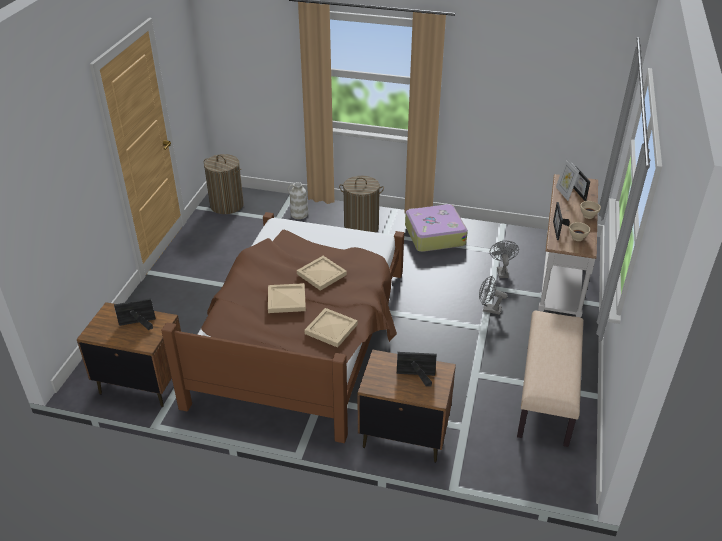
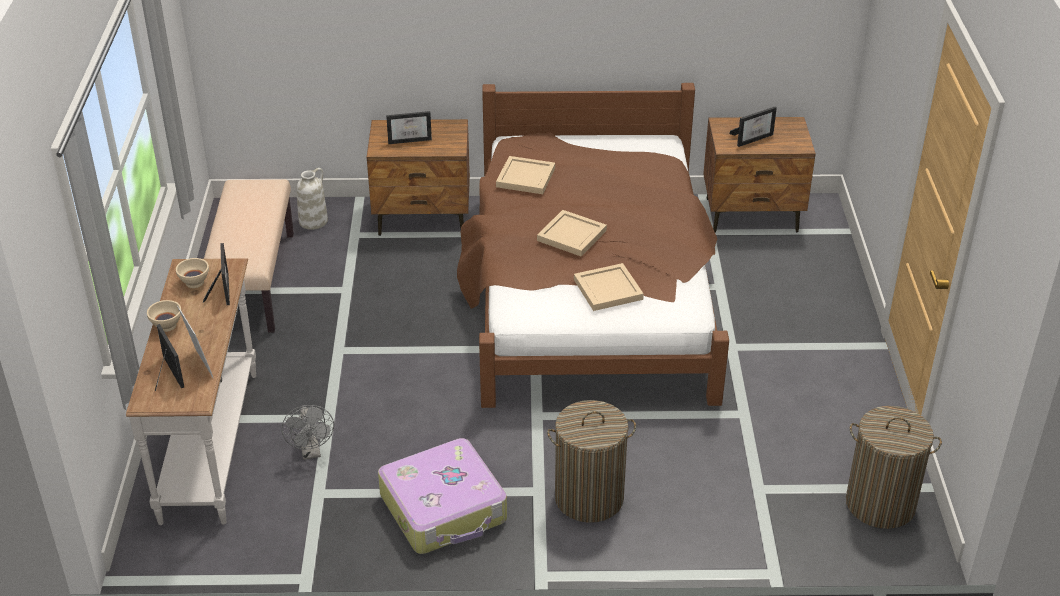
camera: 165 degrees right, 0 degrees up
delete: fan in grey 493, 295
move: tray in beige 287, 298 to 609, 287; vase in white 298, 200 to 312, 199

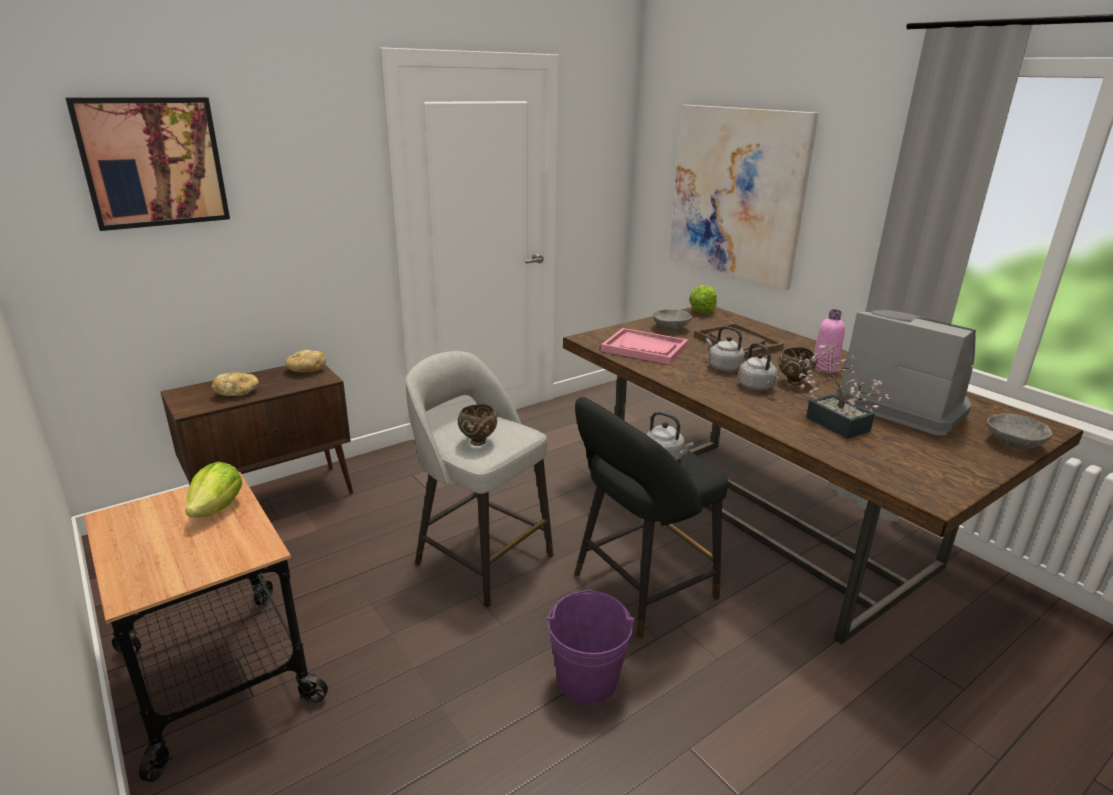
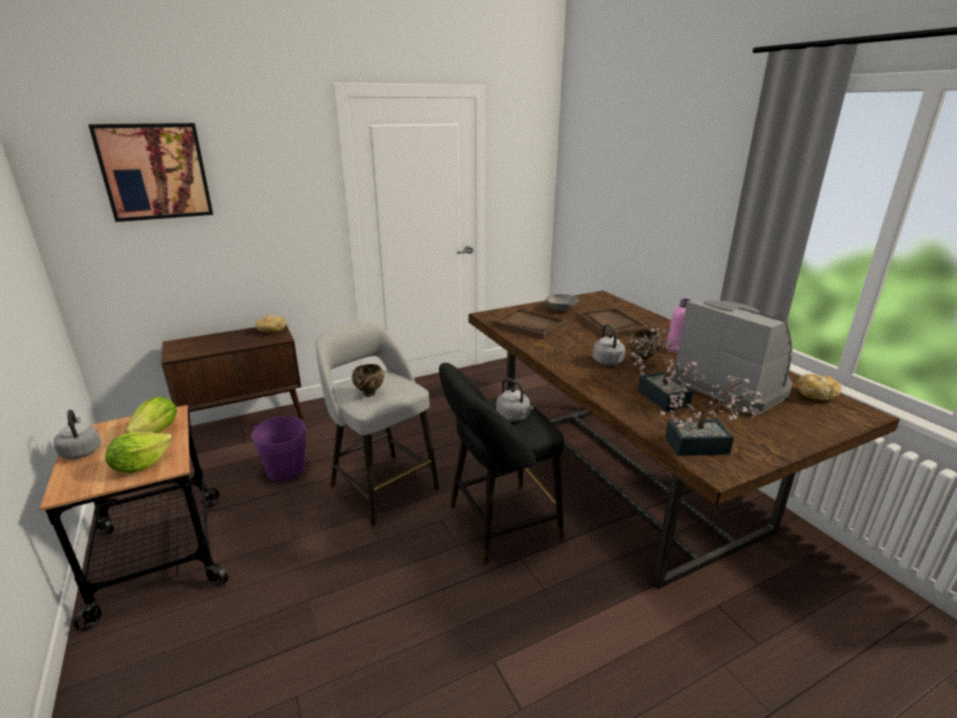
camera: 10 degrees right, 0 degrees up
delete: picture 744, 197; bowl in grey 1019, 432
insert: potted plant 711, 415
move: bread 235, 384 to 819, 387; bucket in purple 590, 647 to 278, 448; lettuce 703, 299 to 139, 452; kettle in grey 725, 349 to 77, 434
recolor: tray in pink 644, 346 to tray in brown 530, 324

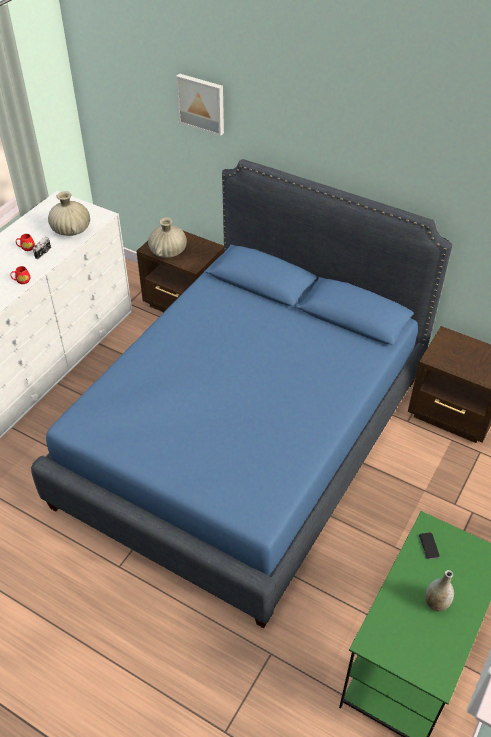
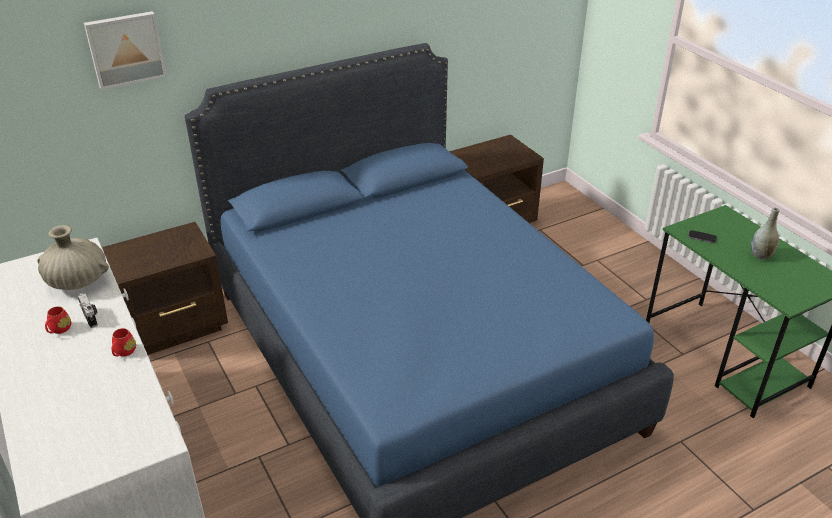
camera: 60 degrees left, 10 degrees down
delete: vase in beige 167, 238

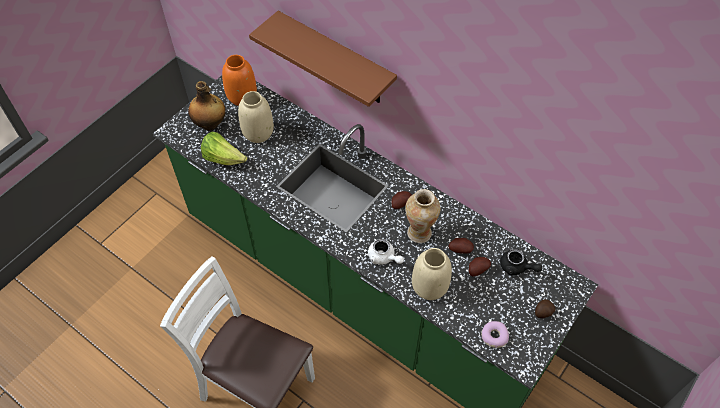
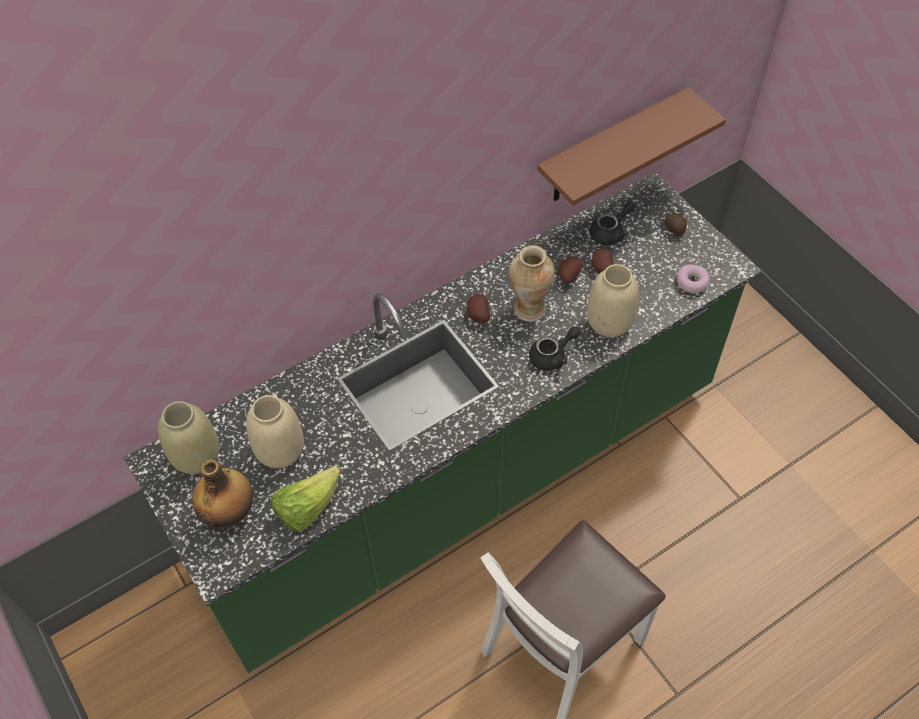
camera: 70 degrees left, 0 degrees up
move: shelf in brown 323, 59 to 631, 146
recolor: vase in orange 239, 80 to vase in beige 189, 437; teapot in white 386, 251 to teapot in black 554, 348

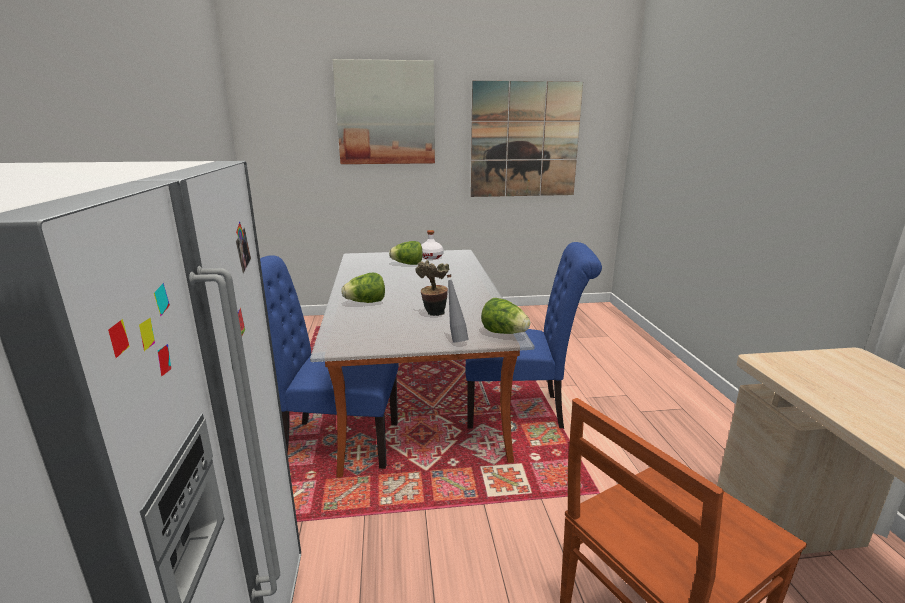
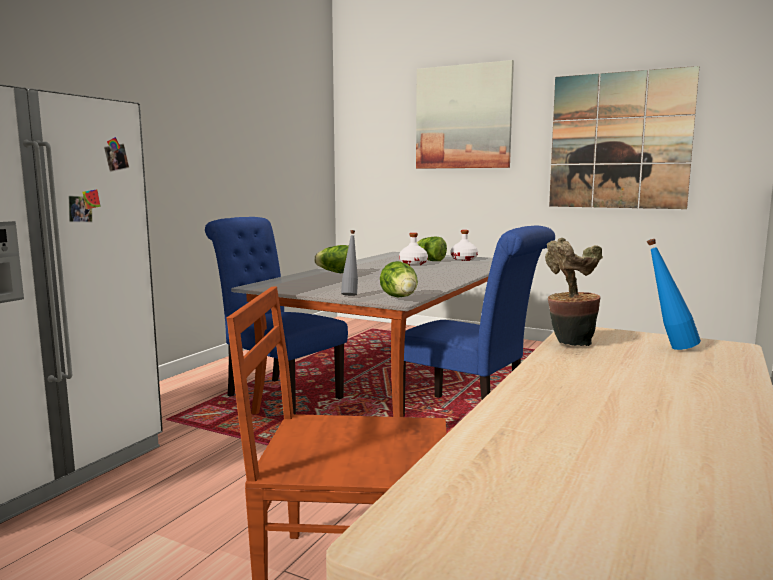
camera: 35 degrees right, 10 degrees down
insert: bottle in white 413, 249; bottle in blue 674, 294
move: potted plant 432, 288 to 574, 292

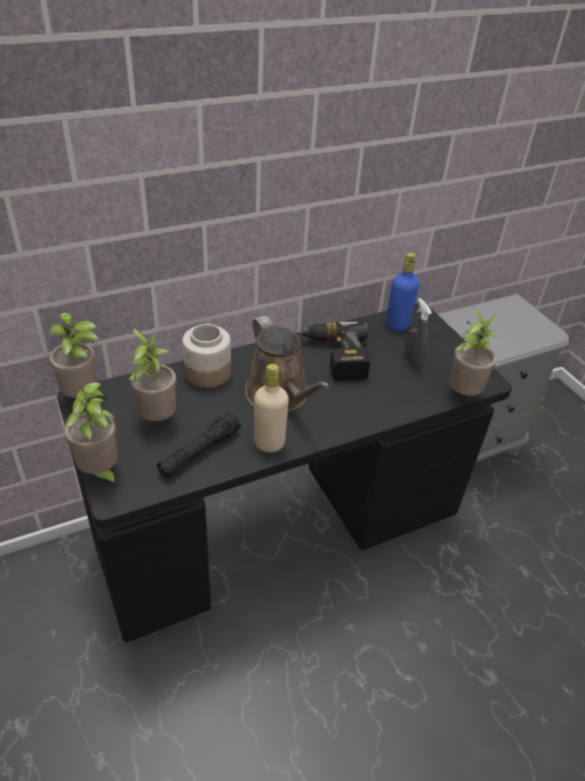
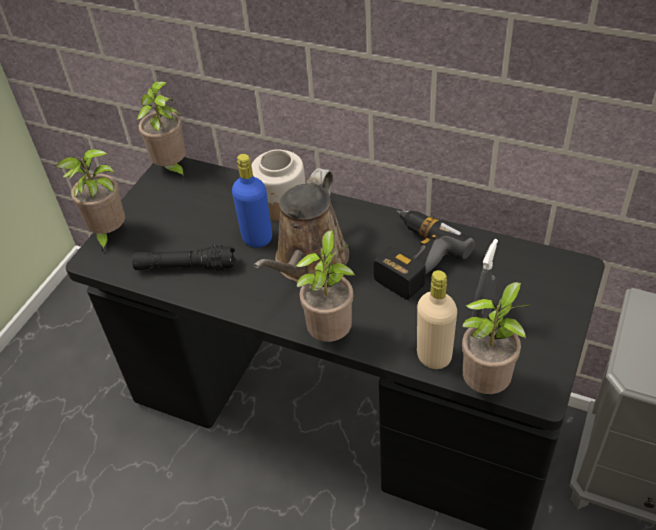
camera: 55 degrees right, 5 degrees up
move: potted plant 152, 374 to 325, 286; bottle in beige 271, 408 to 437, 319; bottle in blue 402, 292 to 252, 200

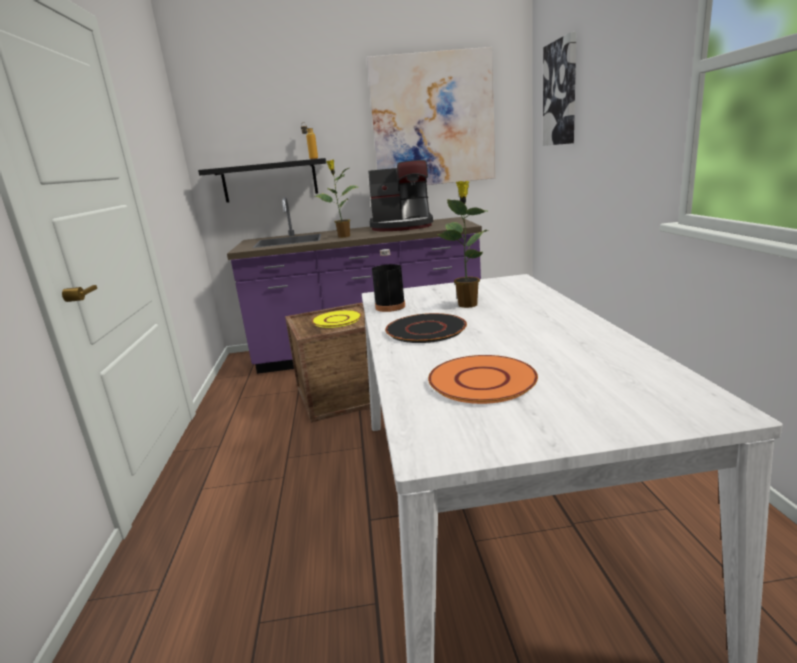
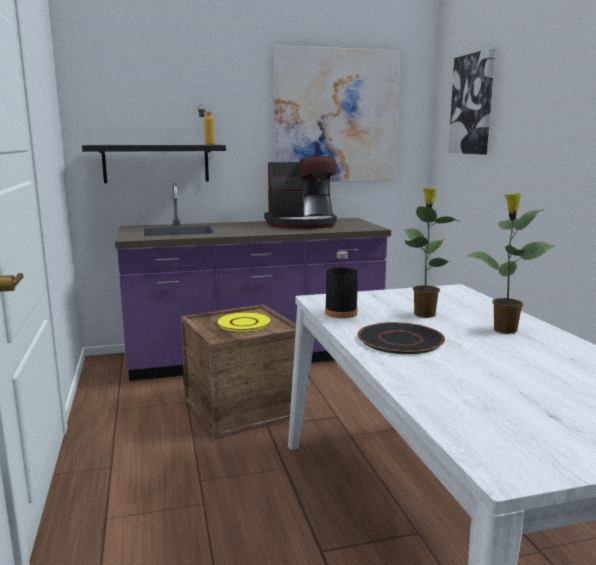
camera: 10 degrees left, 5 degrees down
delete: plate in orange 483, 379
move: potted plant 336, 199 to 510, 263

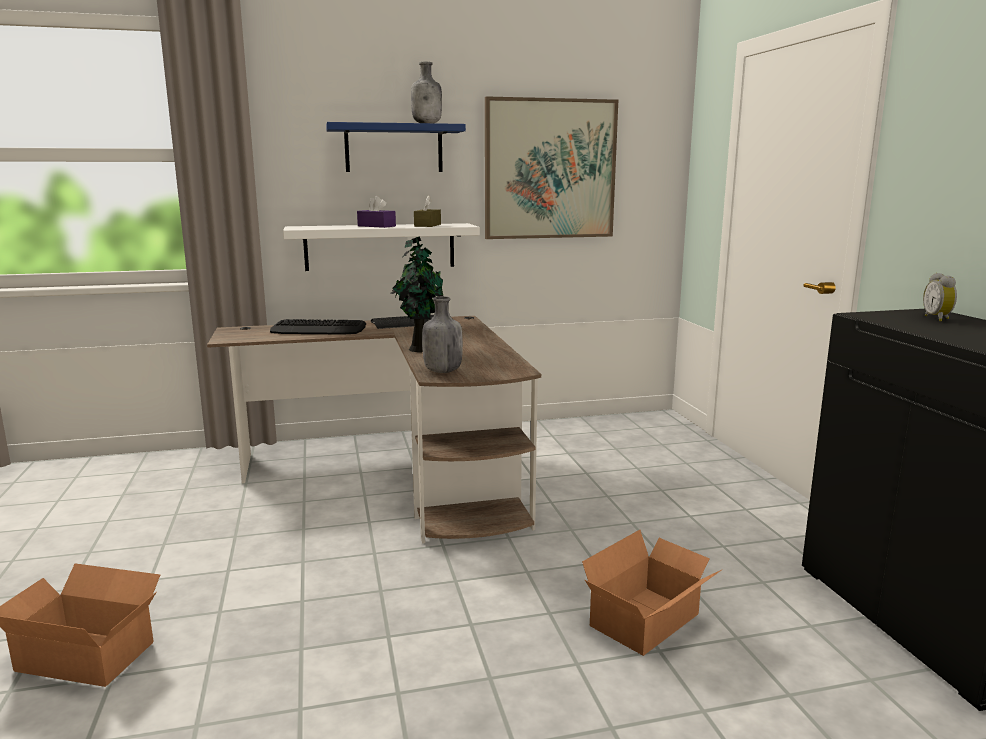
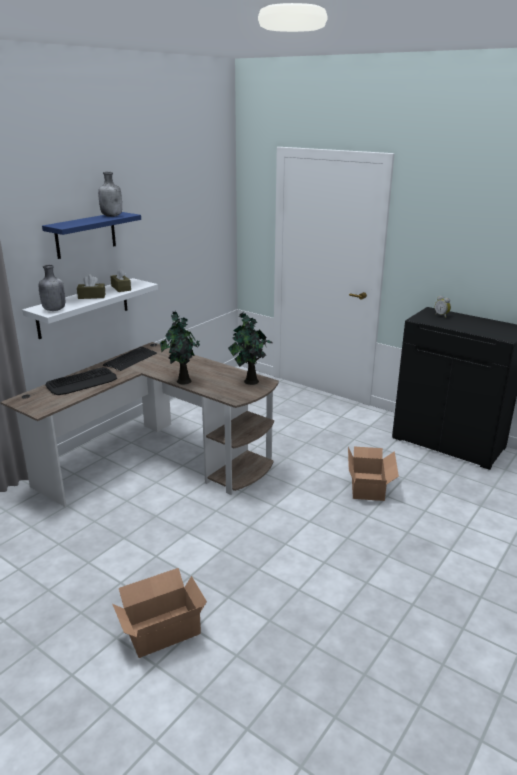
camera: 40 degrees left, 10 degrees up
delete: picture 551, 167
insert: potted plant 250, 348
move: bottle in grey 442, 334 to 52, 288
recolor: tissue box in purple 376, 212 to tissue box in brown 91, 287

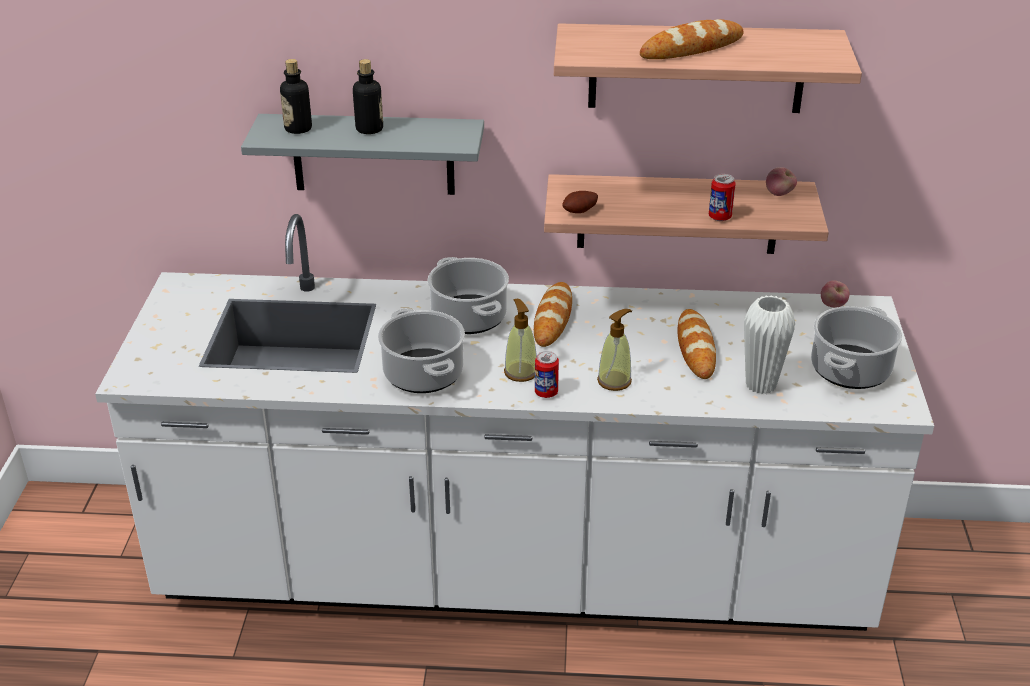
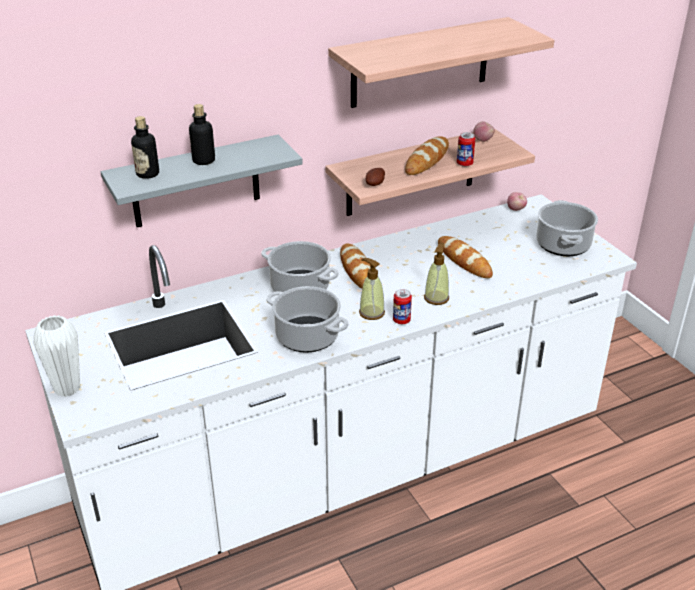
camera: 30 degrees left, 0 degrees up
move: bread 692, 39 to 427, 155; vase in white 769, 344 to 57, 356

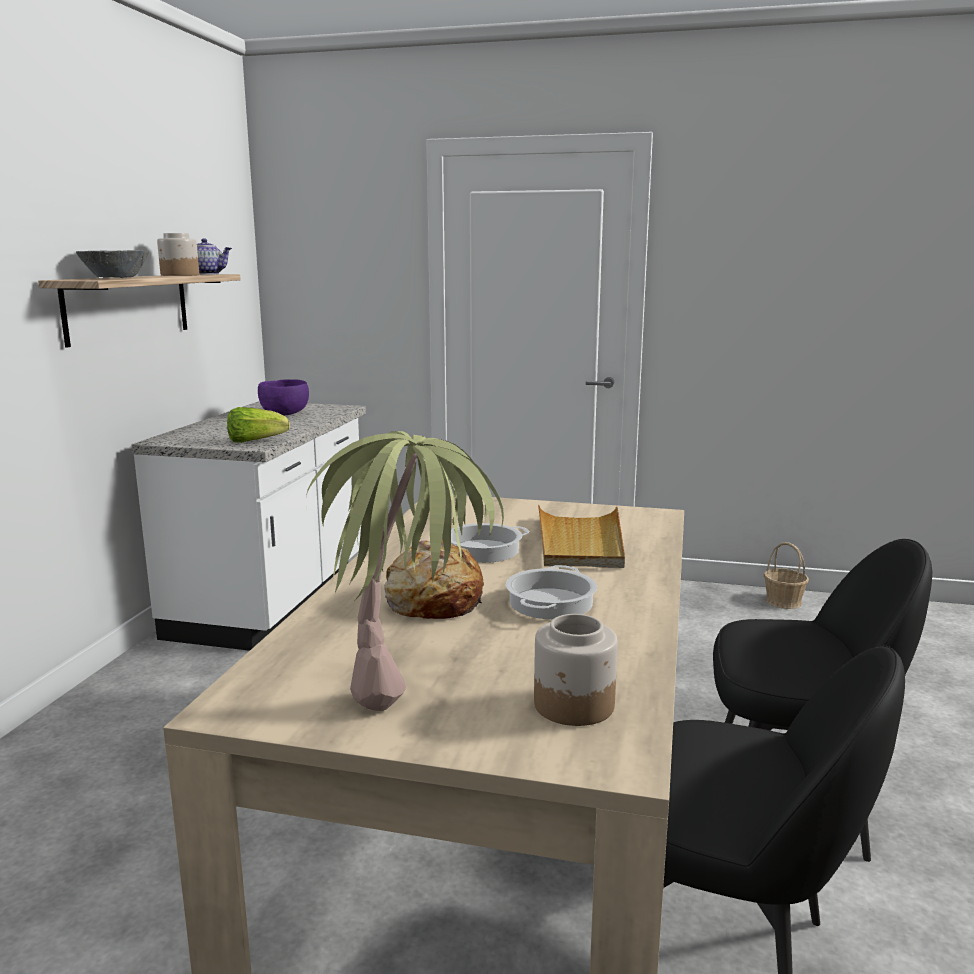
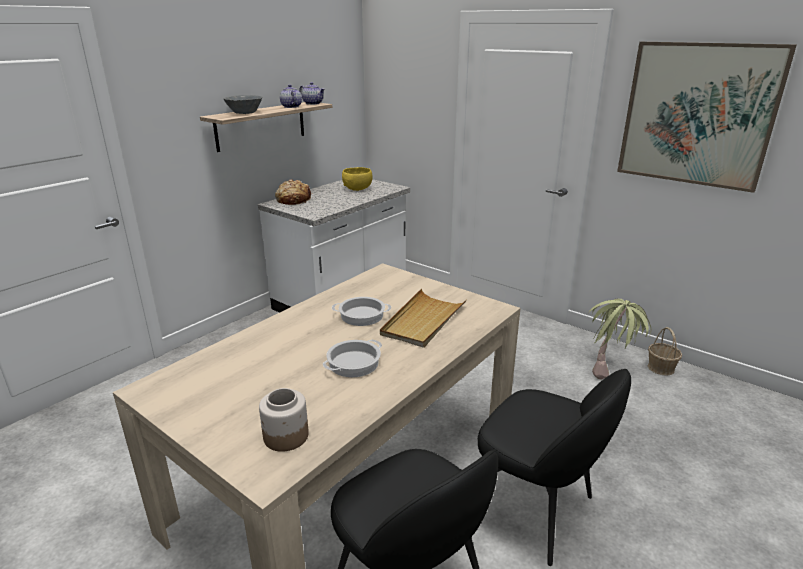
camera: 25 degrees right, 10 degrees up
delete: lettuce 258, 425
insert: picture 707, 117
move: potted plant 405, 571 to 619, 339; bread 434, 579 to 294, 192
replace: jar 178, 254 to teapot 291, 96
recolor: bowl in purple 283, 397 to bowl in yellow 357, 179

